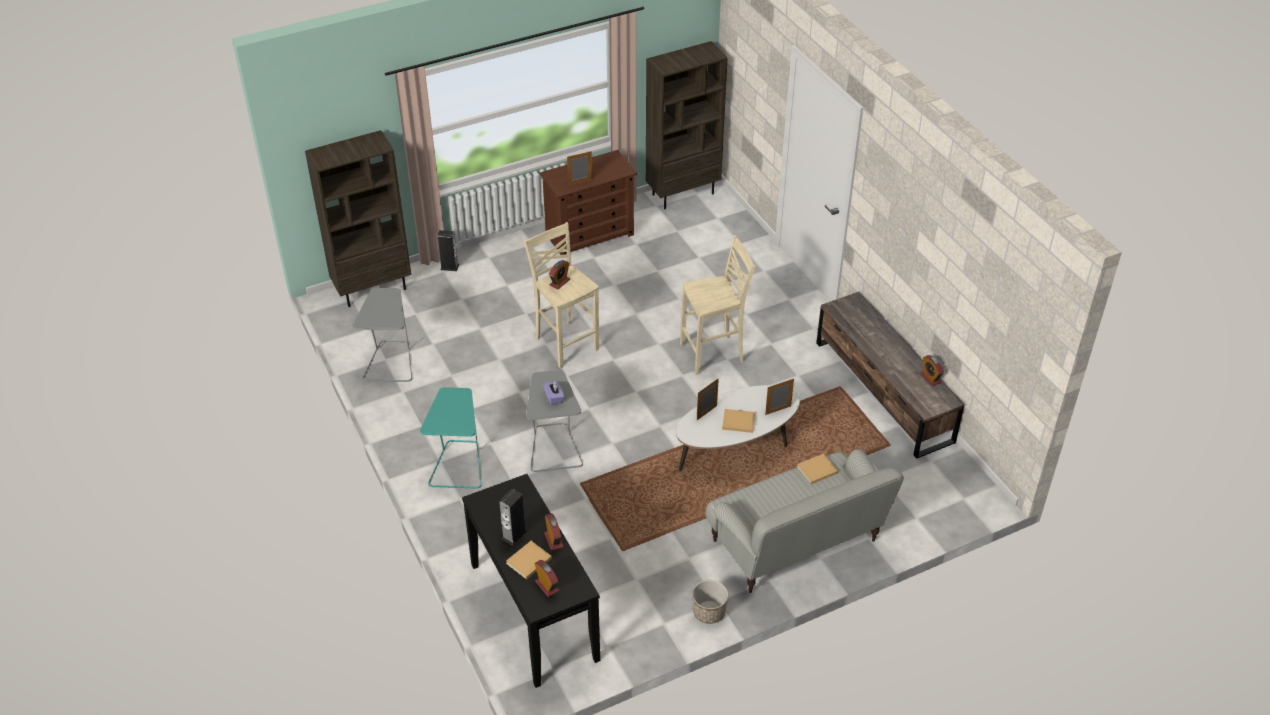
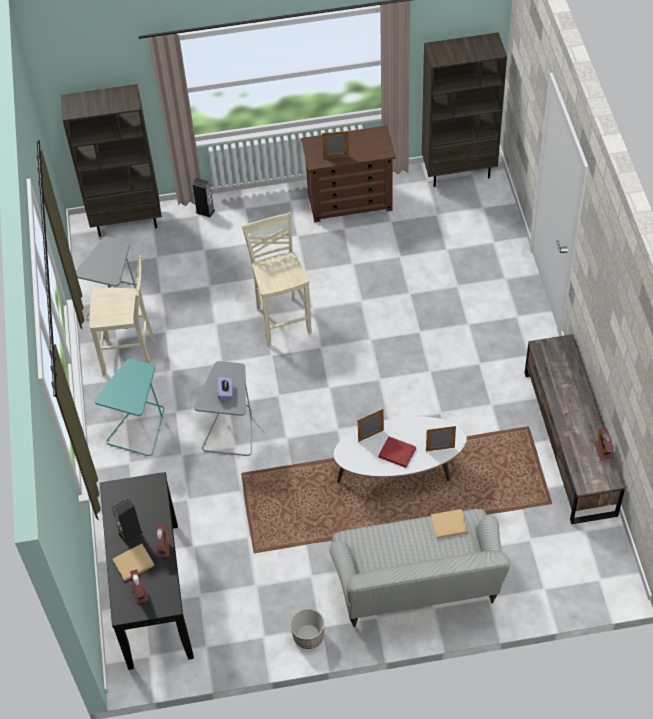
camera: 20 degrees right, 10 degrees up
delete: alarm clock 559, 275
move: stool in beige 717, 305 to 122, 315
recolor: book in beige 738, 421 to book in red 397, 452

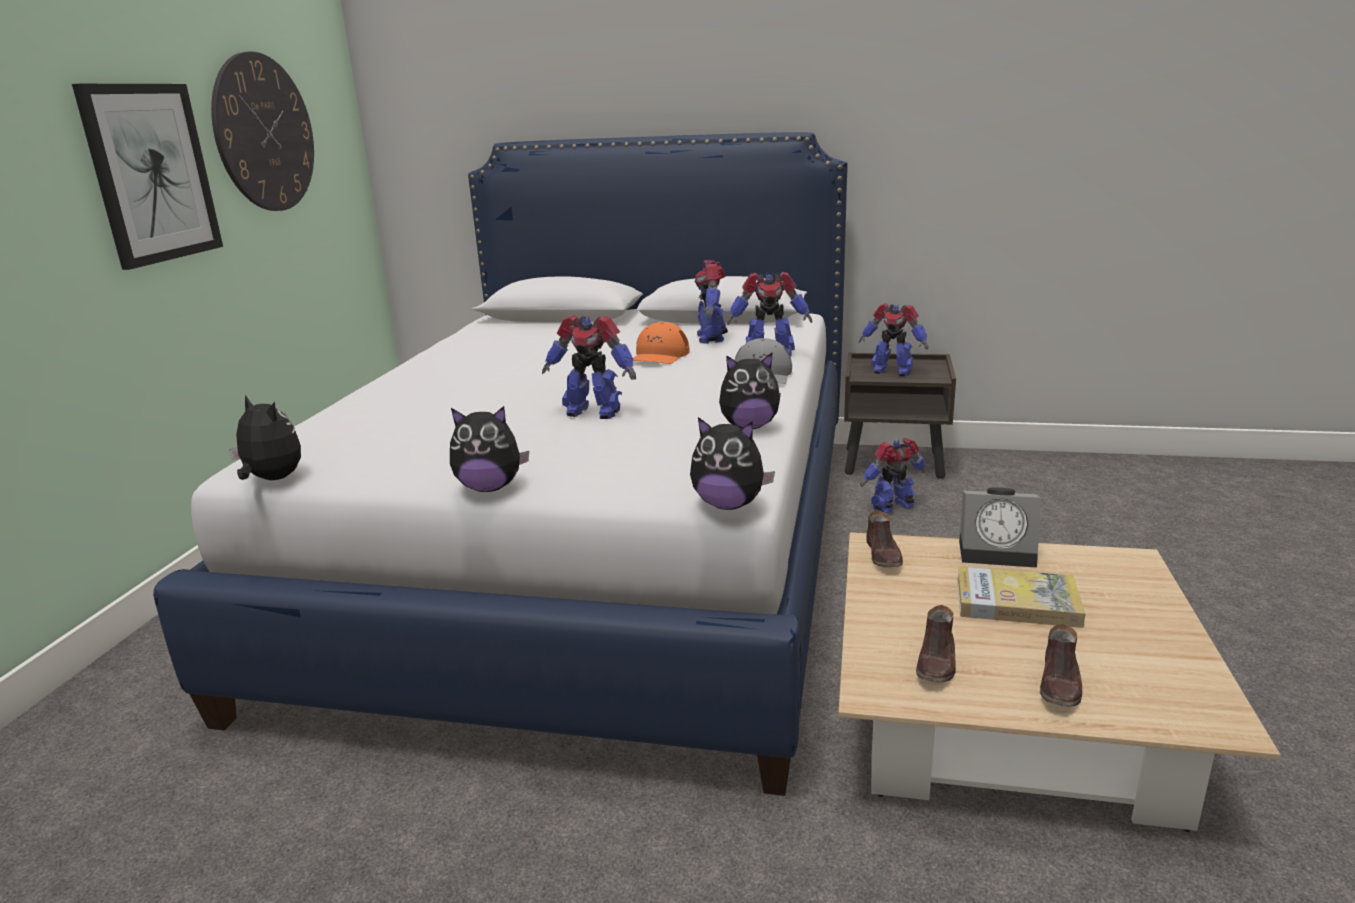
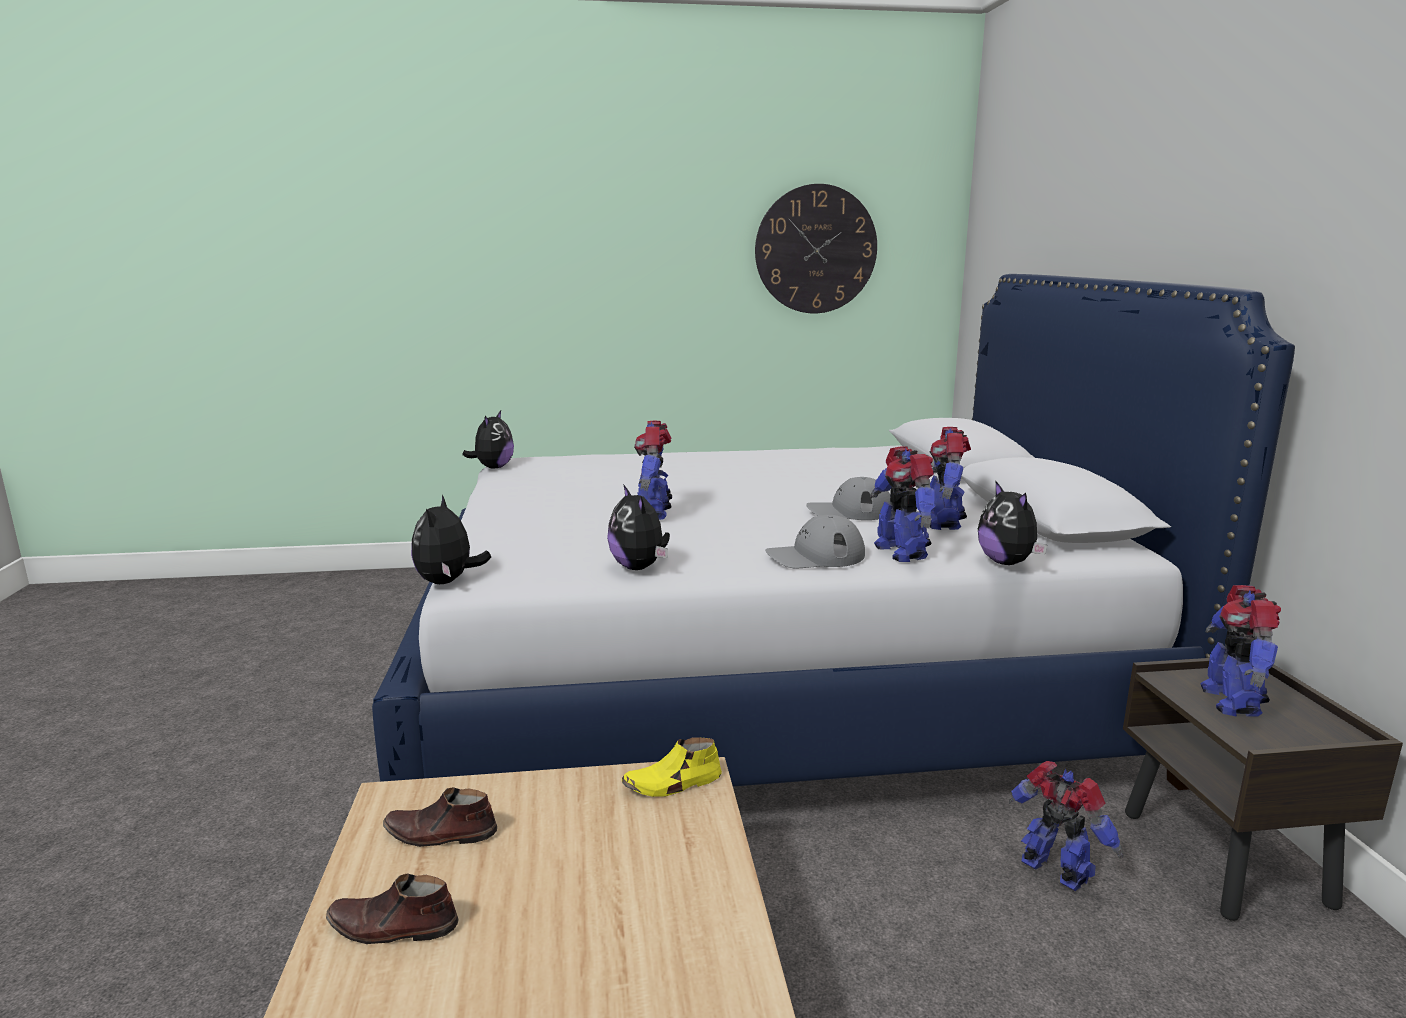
camera: 70 degrees right, 5 degrees down
delete: picture 147, 177; book 1021, 597; alarm clock 1000, 528
move: plush toy 489, 449 to 1012, 522
recolor: cap in orange 661, 343 to cap in grey 848, 498; shoe in brown 885, 539 to shoe in yellow 672, 767
rotate: toy robot 711, 302 = 950, 478 60 degrees counterclockwise

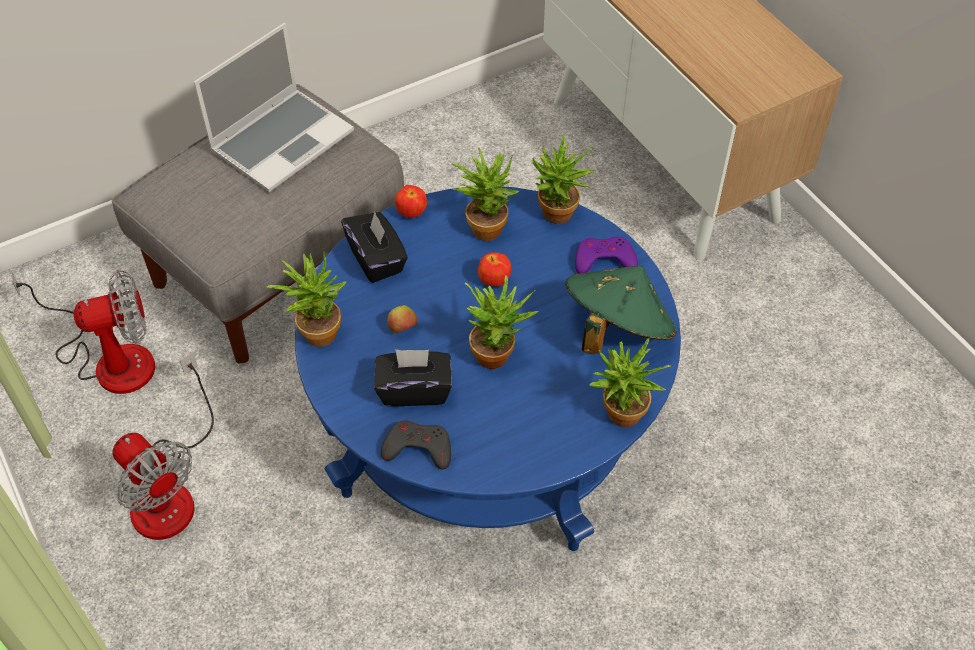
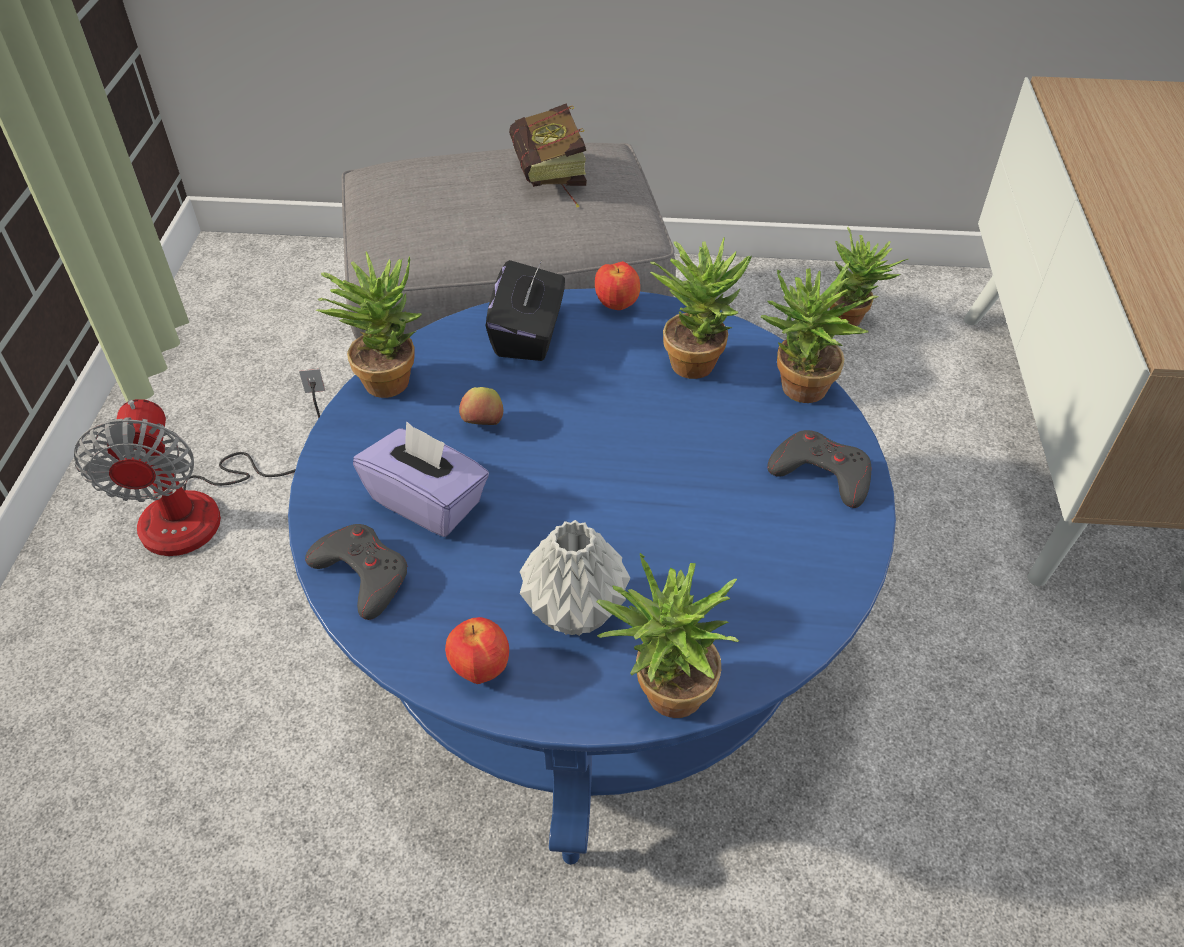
camera: 35 degrees right, 5 degrees down
delete: fan 83, 332; hat in green 620, 310
insert: vase in grey 575, 578
move: potted plant 502, 322 to 869, 276; apple 494, 269 to 477, 650
replace: laptop 274, 107 to book 548, 155
recolor: tissue box in black 413, 378 to tissue box in purple 421, 479; game controller in purple 606, 255 to game controller in grey 819, 469

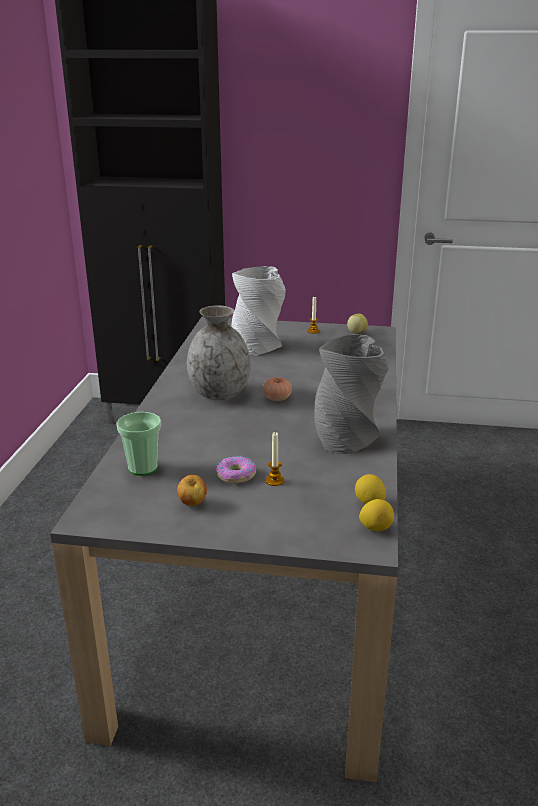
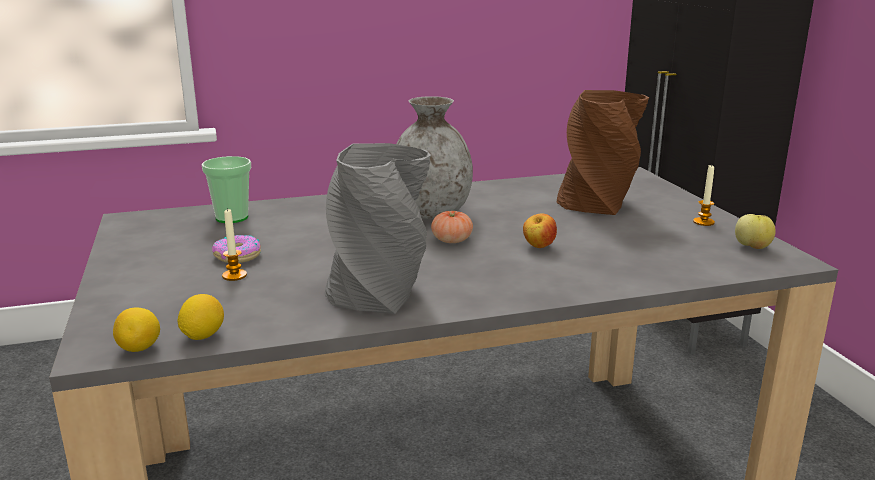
camera: 65 degrees right, 5 degrees down
move: apple 192, 490 to 540, 230
recolor: vase in grey 259, 311 to vase in brown 603, 152

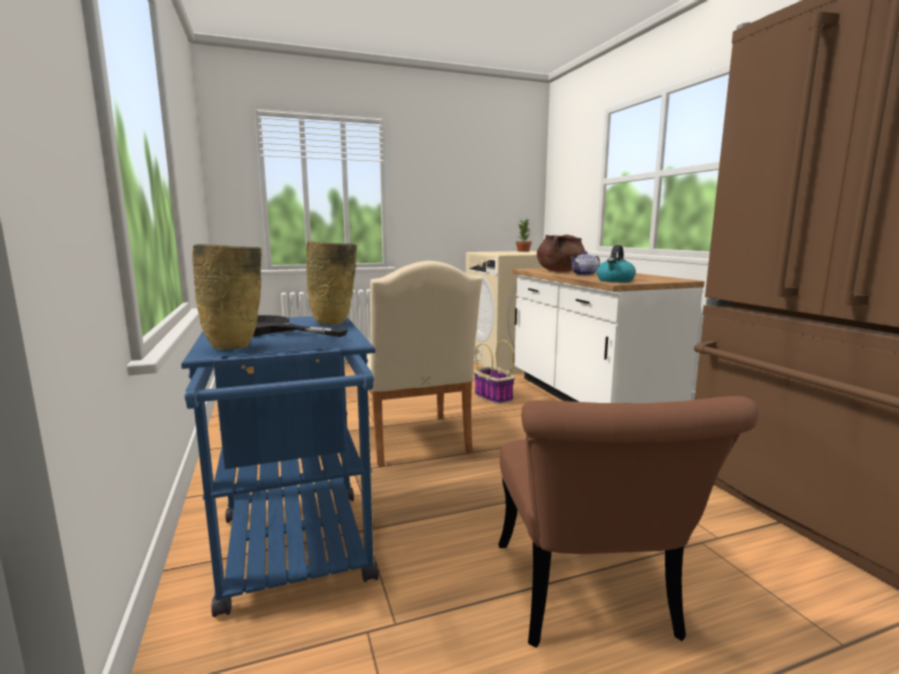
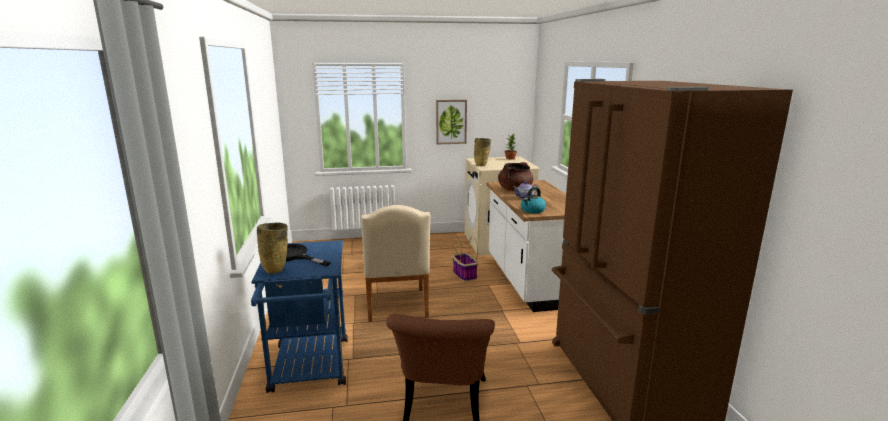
camera: 10 degrees right, 5 degrees up
insert: picture 451, 122
move: vase in beige 331, 283 to 482, 152

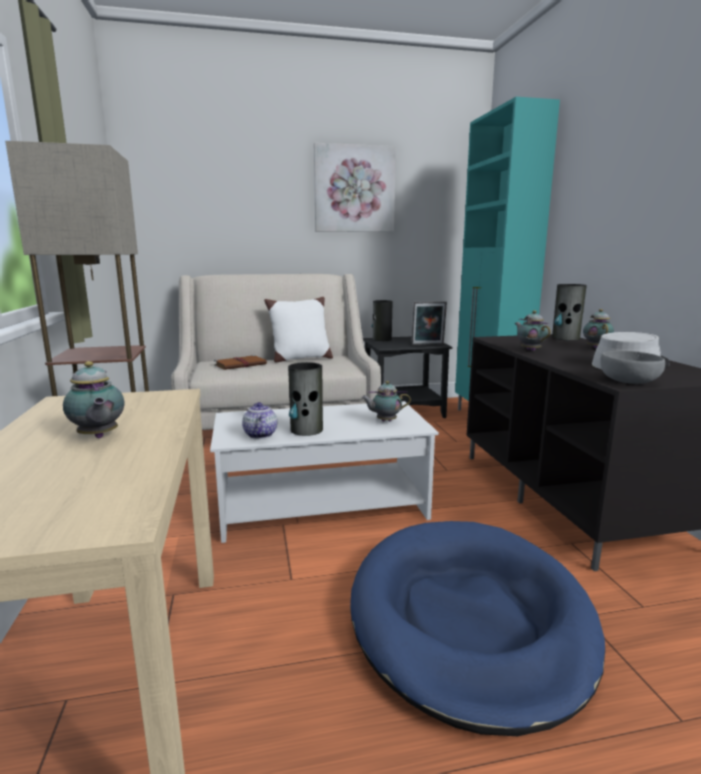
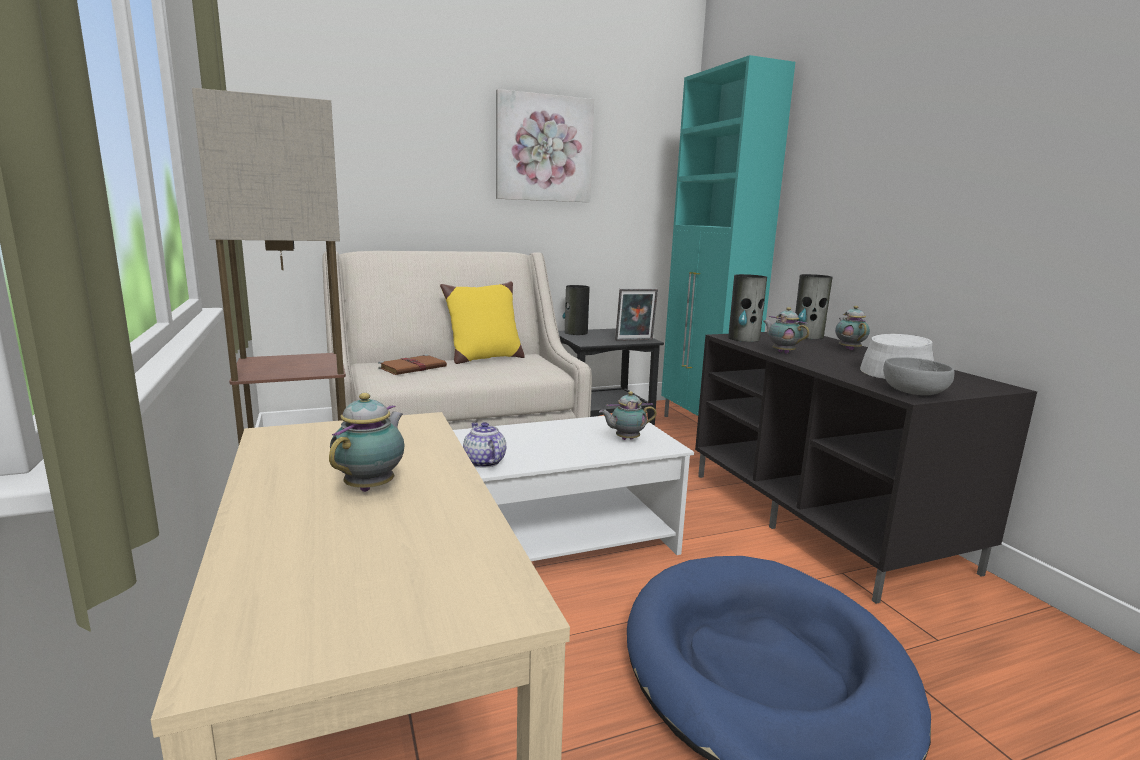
camera: 10 degrees left, 0 degrees up
move: vase 305, 399 to 747, 308
recolor: pillow in white 298, 329 to pillow in yellow 482, 322
rotate: teapot 93, 399 = 366, 442 120 degrees counterclockwise

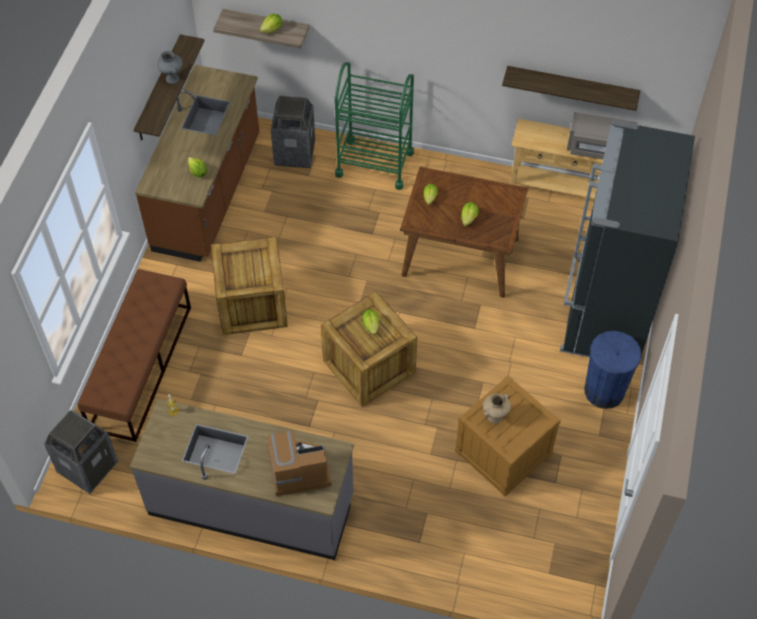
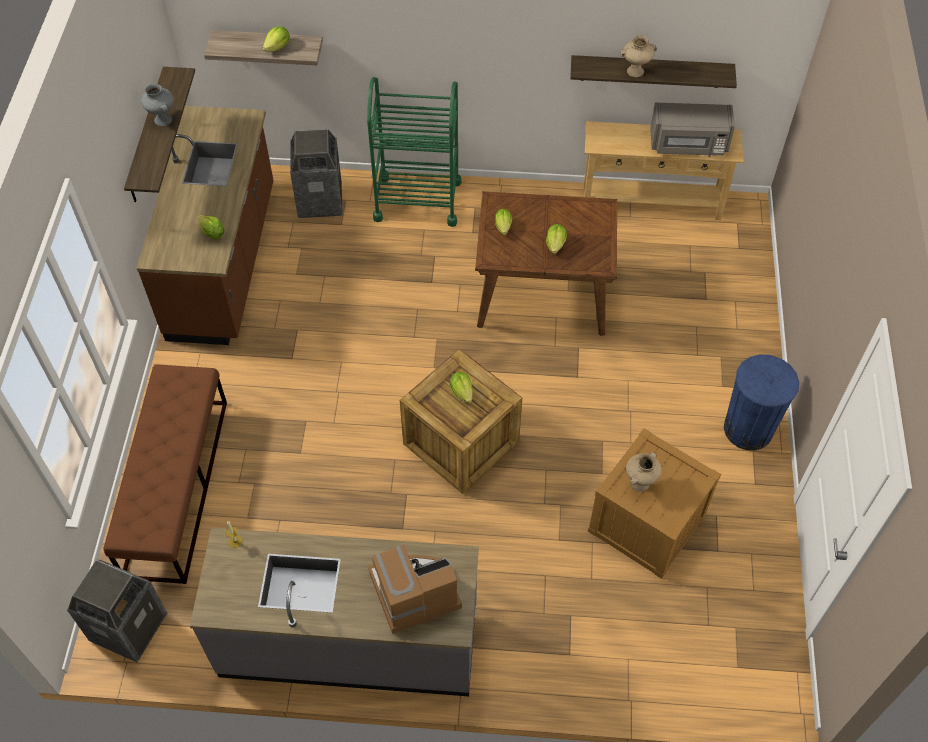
camera: 10 degrees left, 0 degrees up
delete: crate 249, 286; fridge in black 627, 244
insert: vase in beige 639, 56

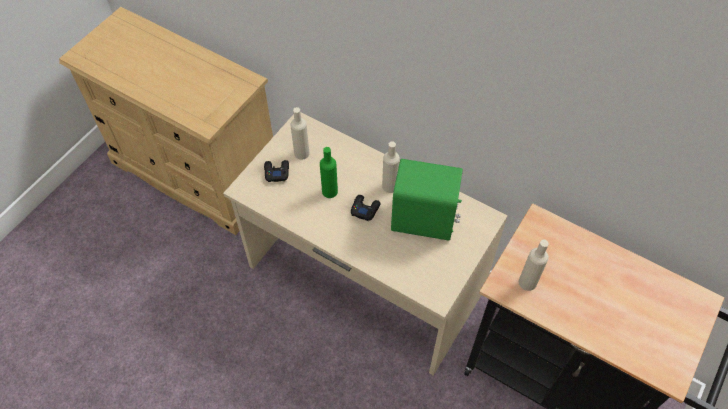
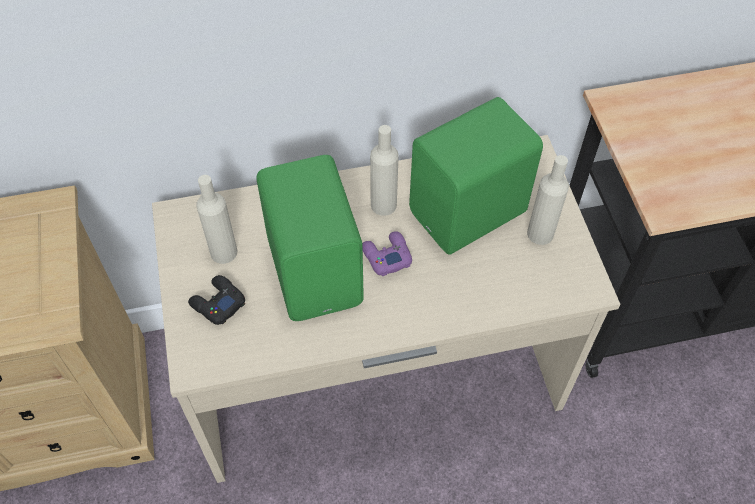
camera: 45 degrees left, 0 degrees up
move: bottle in beige 534, 265 to 548, 200
replace: bottle in green 329, 172 to speaker in green 310, 238
recolor: game controller in black 366, 208 to game controller in purple 387, 254

